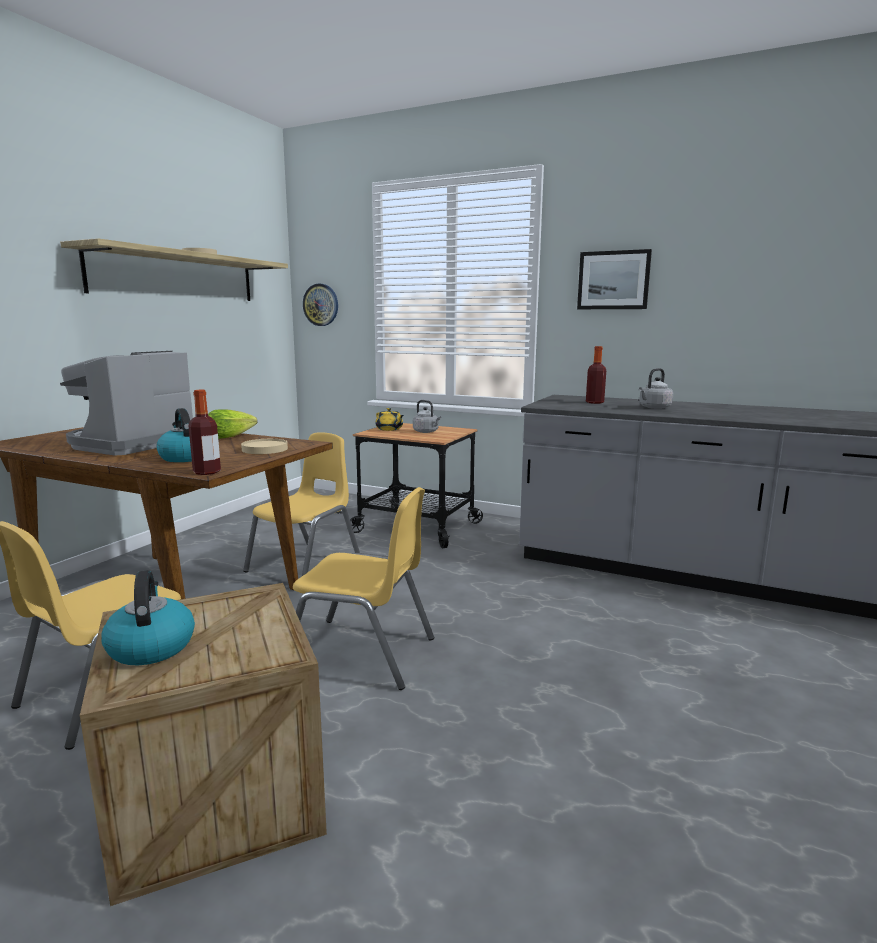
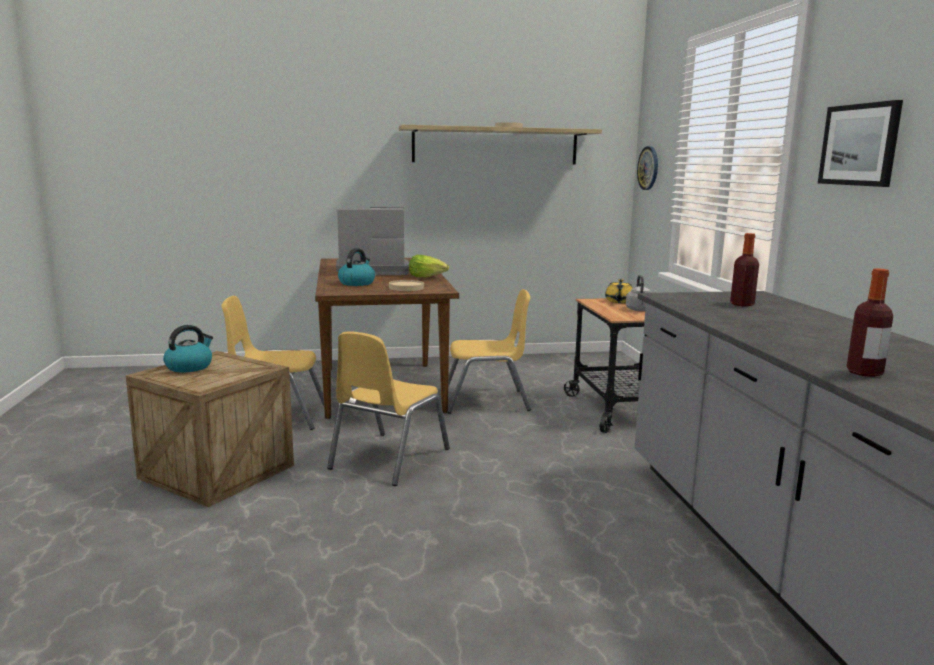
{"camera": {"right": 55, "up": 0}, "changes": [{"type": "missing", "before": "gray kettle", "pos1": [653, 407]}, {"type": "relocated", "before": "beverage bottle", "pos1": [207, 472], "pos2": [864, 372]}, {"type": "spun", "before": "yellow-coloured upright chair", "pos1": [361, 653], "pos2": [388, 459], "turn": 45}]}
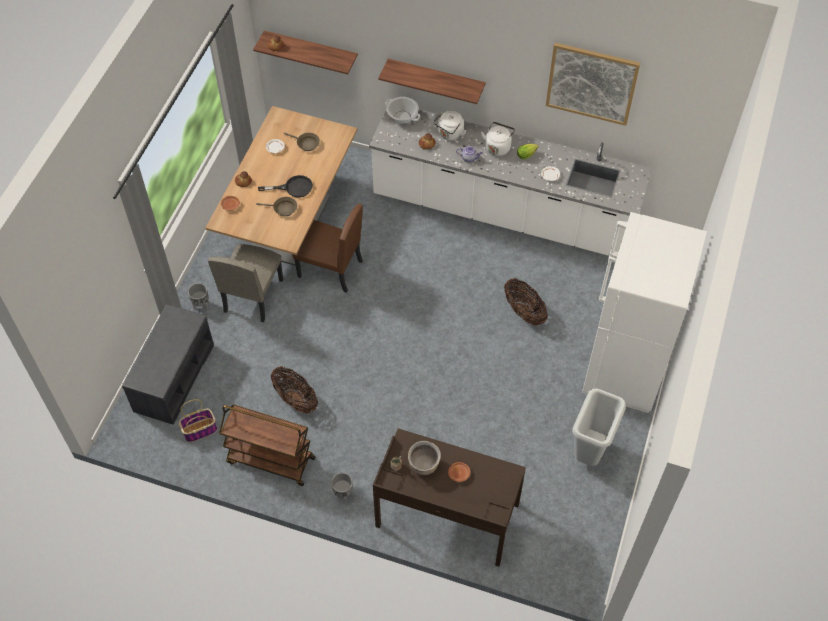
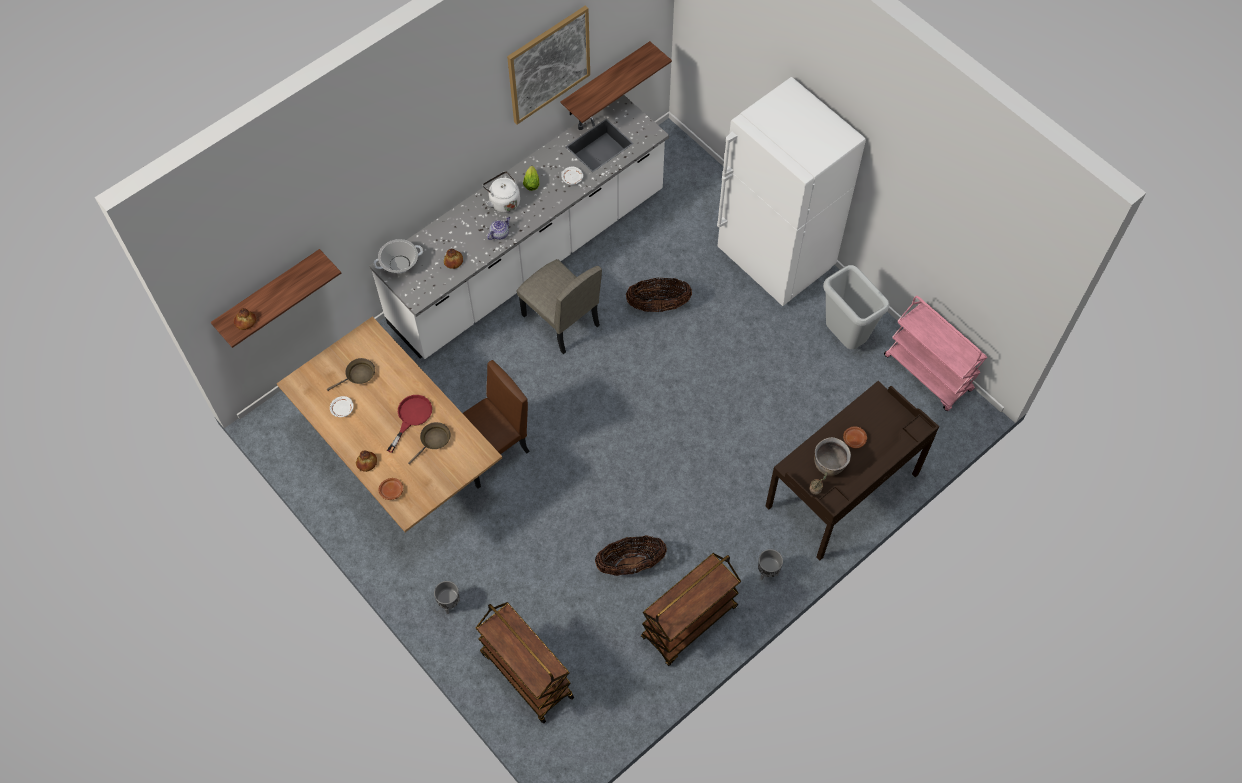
{"camera": {"right": -60, "up": 5}, "changes": [{"type": "relocated", "before": "shelf", "pos1": [436, 79], "pos2": [605, 80]}, {"type": "missing", "before": "white kettle", "pos1": [449, 134]}, {"type": "colour", "before": "black-coloured pan", "after": "red-coloured pan", "pos1": [293, 188], "pos2": [411, 417]}, {"type": "relocated", "before": "sand-coloured upright chair", "pos1": [253, 295], "pos2": [560, 320]}, {"type": "exchanged", "before": "gray long seat", "after": "brownish trolley", "pos1": [173, 377], "pos2": [526, 674]}, {"type": "missing", "before": "storage basket", "pos1": [200, 430]}, {"type": "appeared", "after": "pinkish trolley", "pos2": [928, 373]}]}
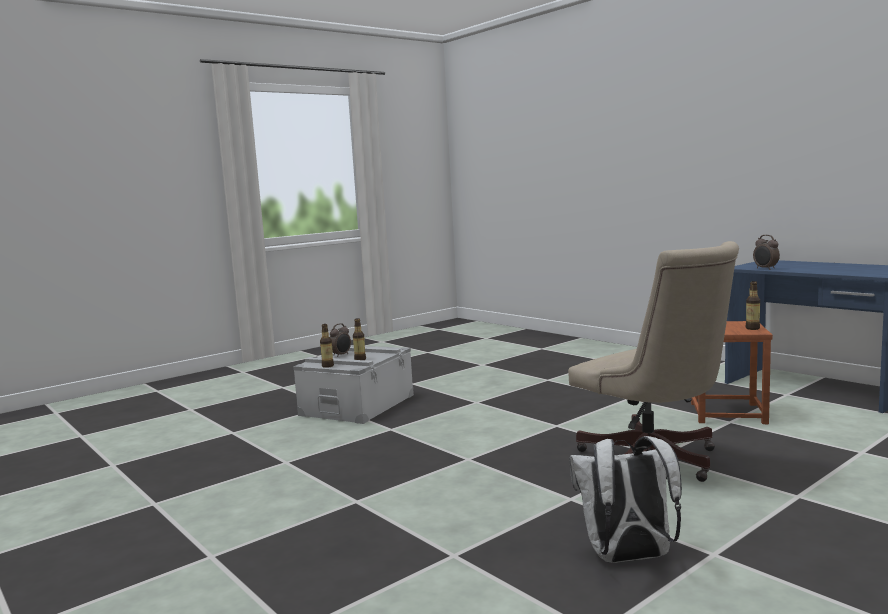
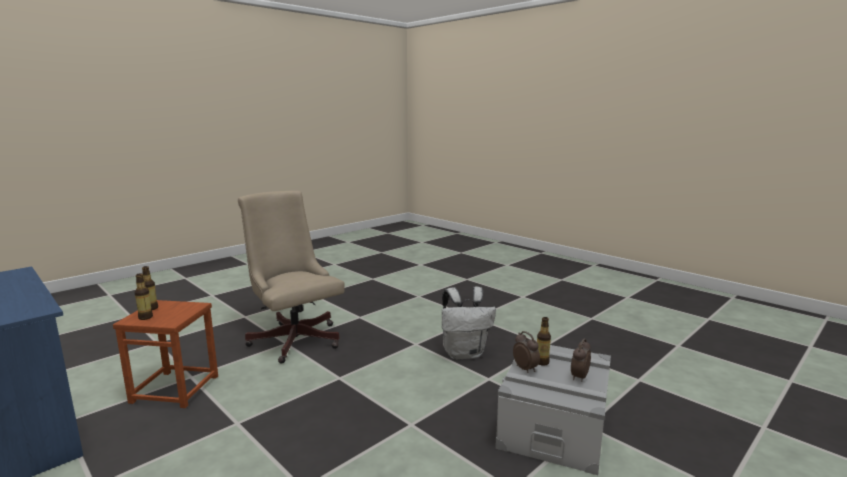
{"camera": {"right": 175, "up": 5}, "changes": [{"type": "relocated", "before": "bedside clock", "pos1": [765, 269], "pos2": [525, 368]}, {"type": "relocated", "before": "beverage bottle", "pos1": [328, 366], "pos2": [145, 317]}, {"type": "relocated", "before": "white knapsack", "pos1": [627, 558], "pos2": [464, 353]}]}
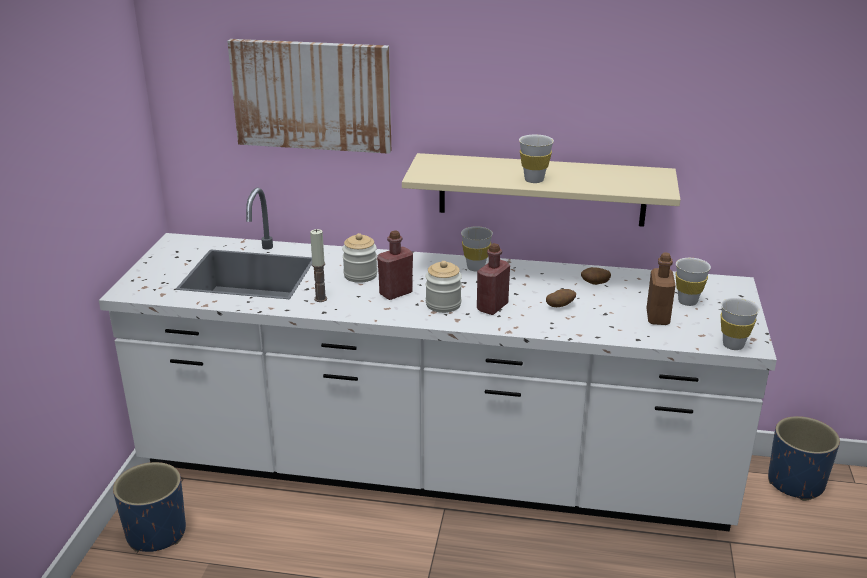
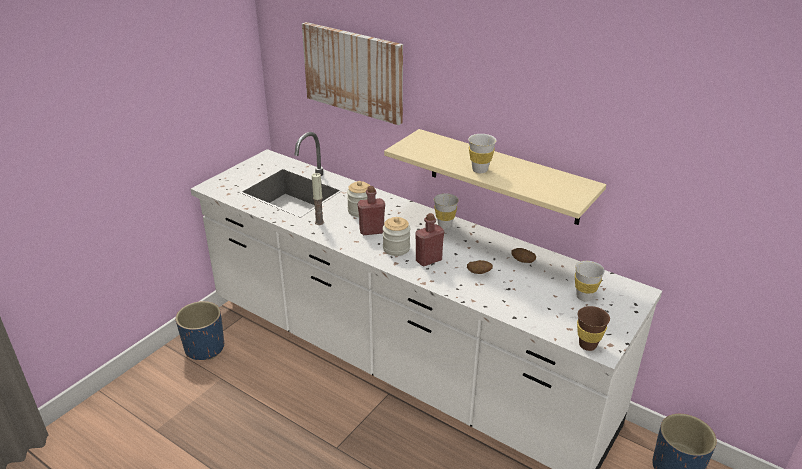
{"camera": {"right": 25, "up": 5}, "changes": [{"type": "missing", "before": "brownish beverage bottle", "pos1": [657, 317]}, {"type": "colour", "before": "white small cup", "after": "brownish small cup", "pos1": [733, 345], "pos2": [587, 345]}]}
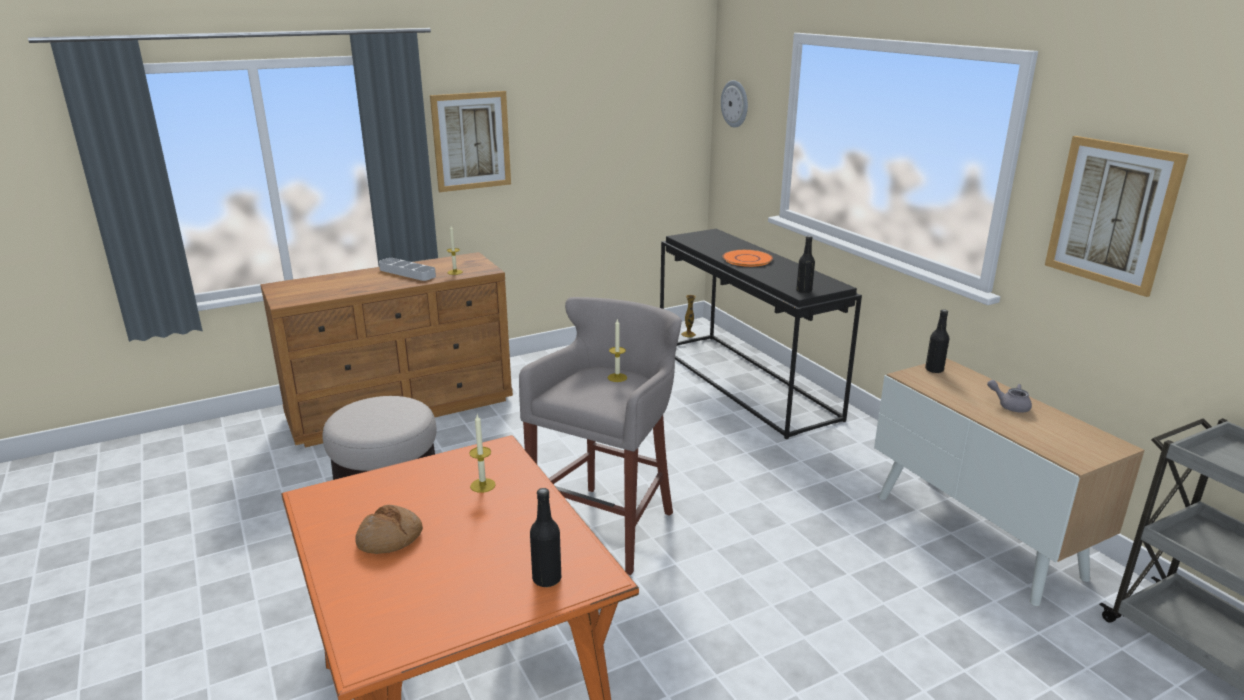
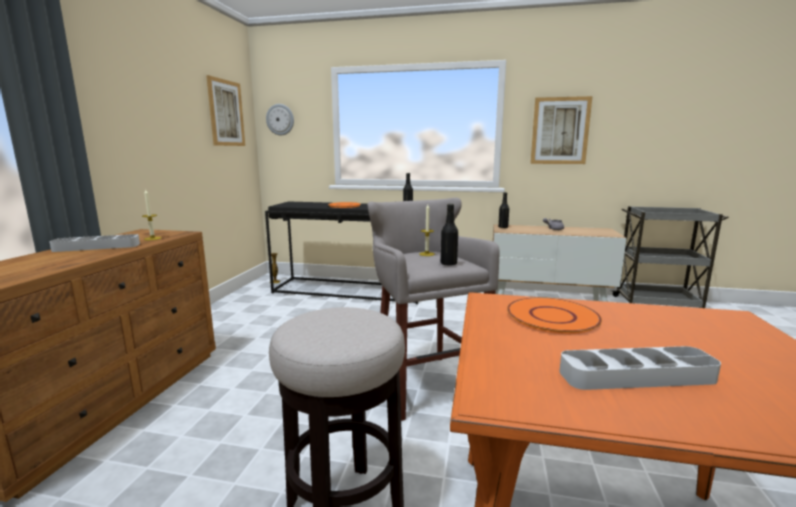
{"camera": {"right": -50, "up": -10}, "changes": [{"type": "relocated", "before": "picture", "pos1": [471, 141], "pos2": [226, 113]}, {"type": "exchanged", "before": "candle", "after": "orange flat dish", "pos1": [482, 485], "pos2": [552, 317]}, {"type": "relocated", "before": "black-coloured beverage bottle", "pos1": [547, 579], "pos2": [448, 264]}, {"type": "exchanged", "before": "baked bread", "after": "gray serving tray", "pos1": [390, 539], "pos2": [636, 375]}]}
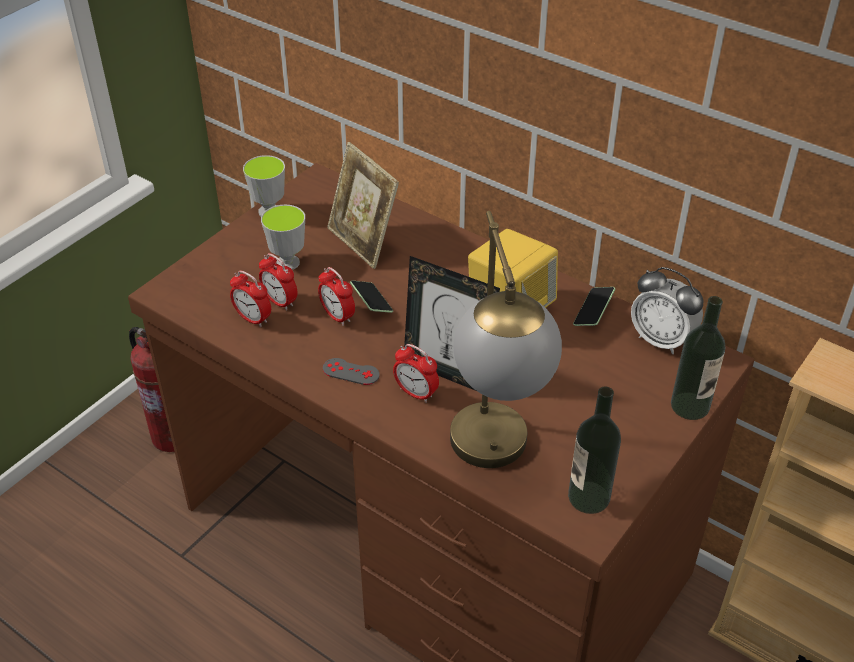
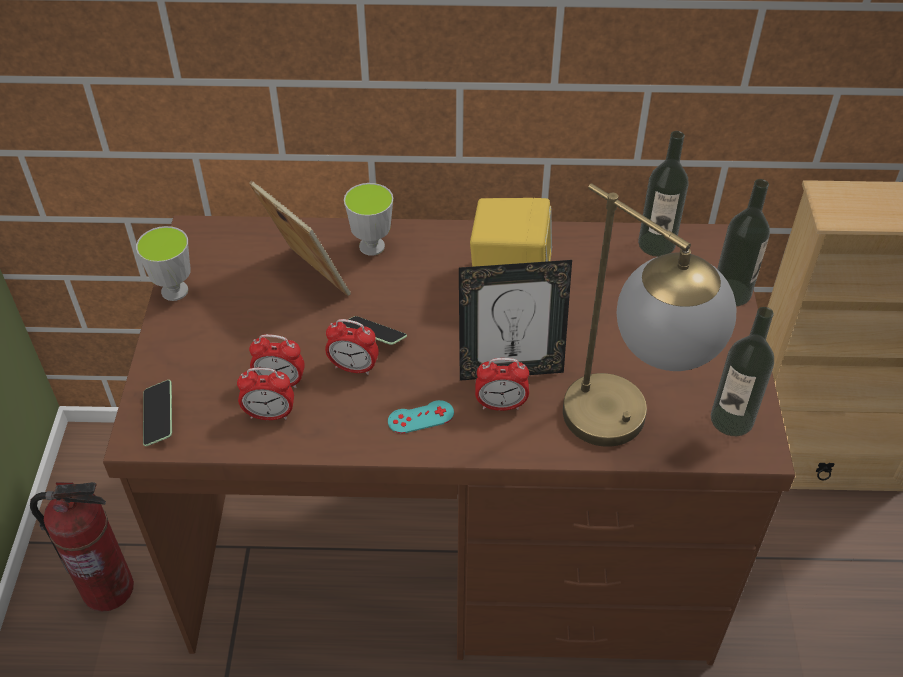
{"camera": {"right": -35, "up": 5}, "changes": [{"type": "spun", "before": "standing frame", "pos1": [363, 242], "pos2": [306, 278], "turn": -150}, {"type": "relocated", "before": "small cup", "pos1": [288, 263], "pos2": [372, 246]}, {"type": "exchanged", "before": "bedside clock", "after": "beverage bottle", "pos1": [661, 340], "pos2": [656, 244]}, {"type": "relocated", "before": "handset", "pos1": [593, 312], "pos2": [159, 419]}, {"type": "colour", "before": "gray game controller", "after": "turquoise game controller", "pos1": [351, 372], "pos2": [421, 417]}]}
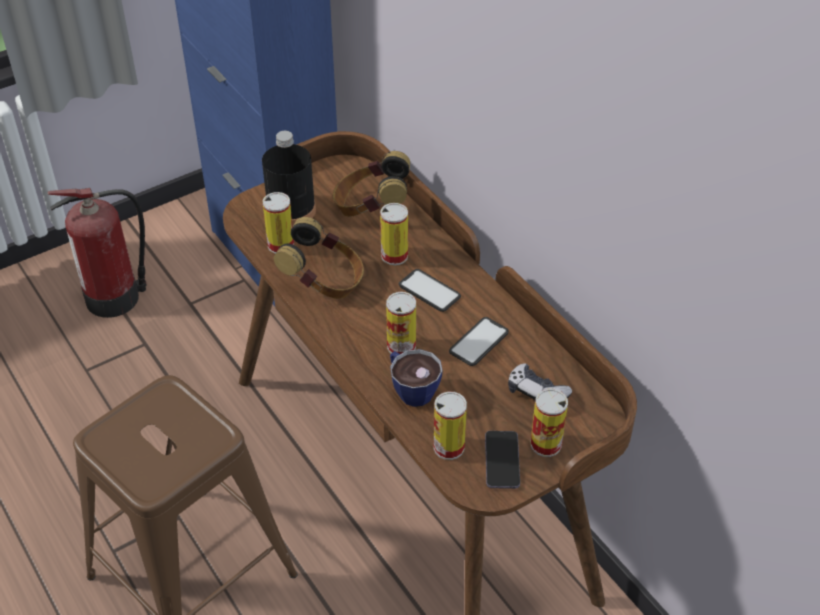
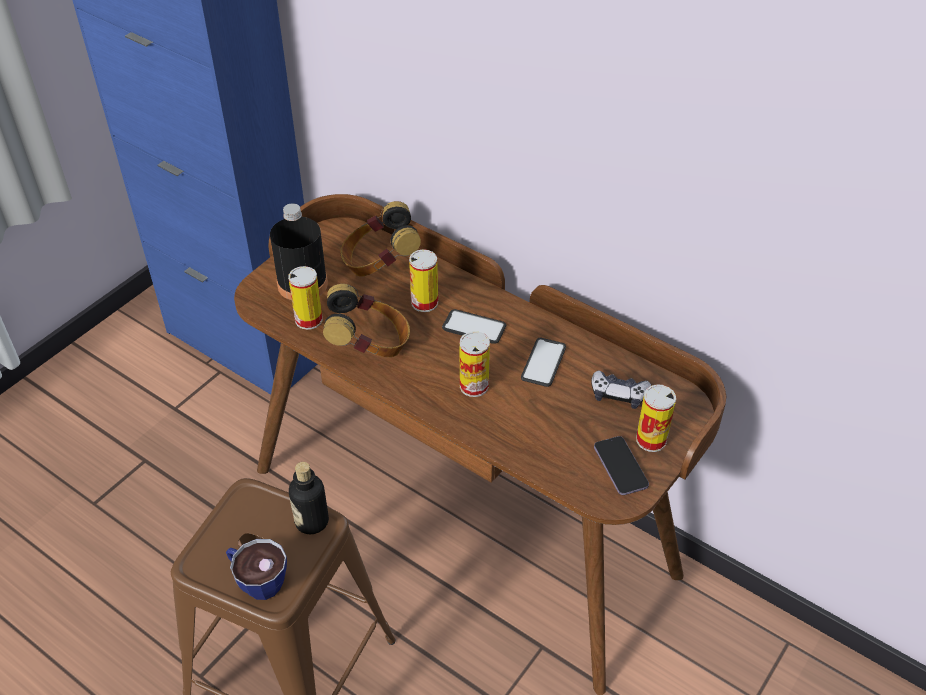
{"camera": {"right": -20, "up": 0}, "changes": [{"type": "missing", "before": "fire-fighting cylinder", "pos1": [116, 297]}, {"type": "relocated", "before": "small cup", "pos1": [411, 389], "pos2": [257, 580]}, {"type": "missing", "before": "sealed can", "pos1": [449, 447]}, {"type": "appeared", "after": "beverage bottle", "pos2": [312, 521]}]}
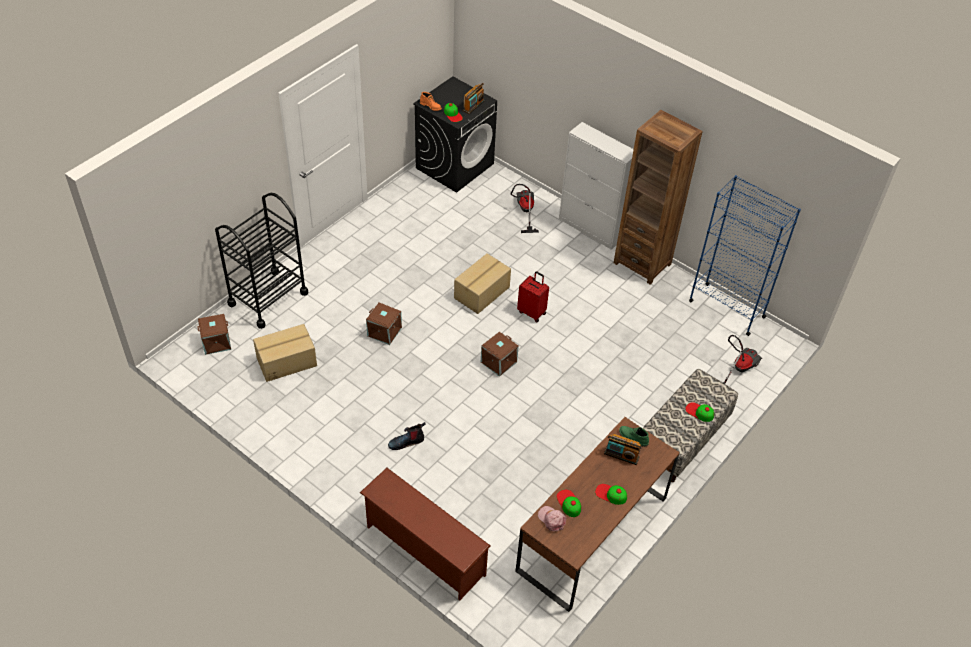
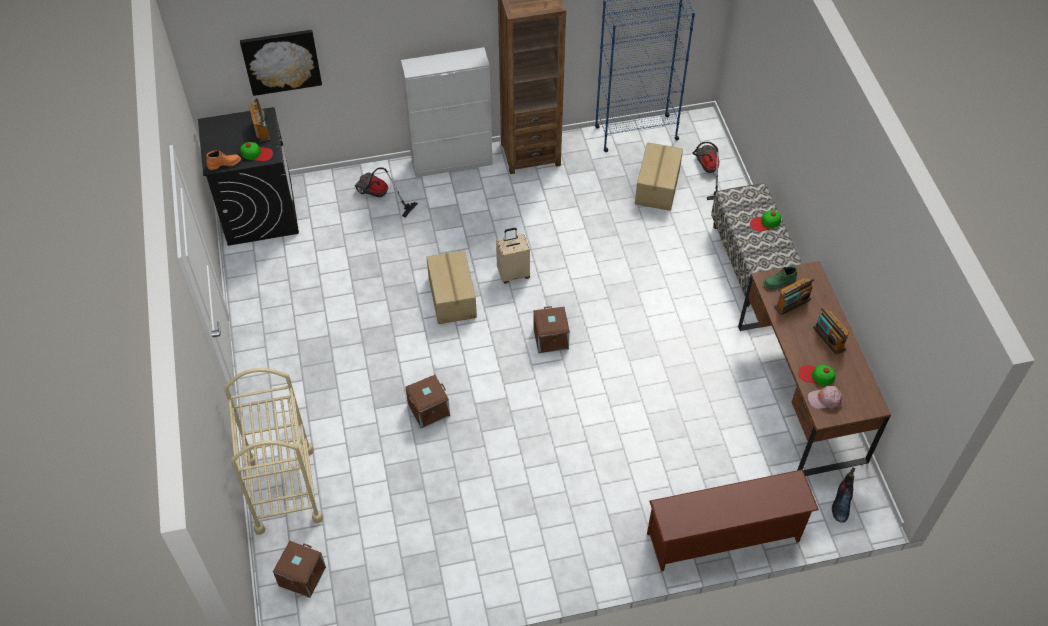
{"camera": {"right": -50, "up": 5}, "changes": [{"type": "colour", "before": "black-coloured trolley", "after": "sand-coloured trolley", "pos1": [268, 298], "pos2": [284, 489]}, {"type": "colour", "before": "red-coloured travel case", "after": "sand-coloured travel case", "pos1": [532, 312], "pos2": [513, 273]}, {"type": "relocated", "before": "cardboard box", "pos1": [286, 361], "pos2": [656, 187]}, {"type": "relocated", "before": "high-top boot", "pos1": [406, 442], "pos2": [842, 502]}, {"type": "exchanged", "before": "peaked cap", "after": "radio set", "pos1": [611, 494], "pos2": [829, 338]}, {"type": "appeared", "after": "picture", "pos2": [281, 61]}]}
